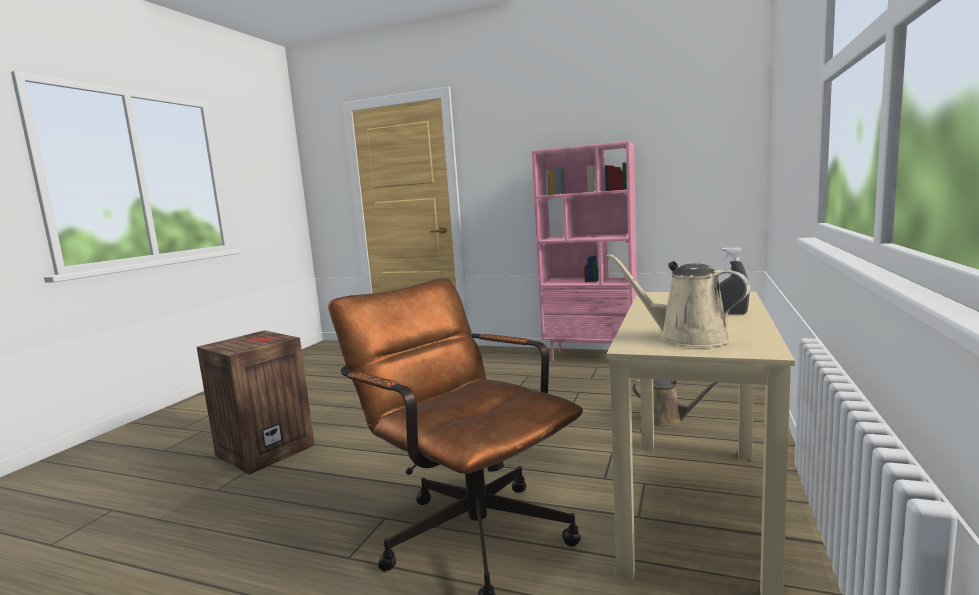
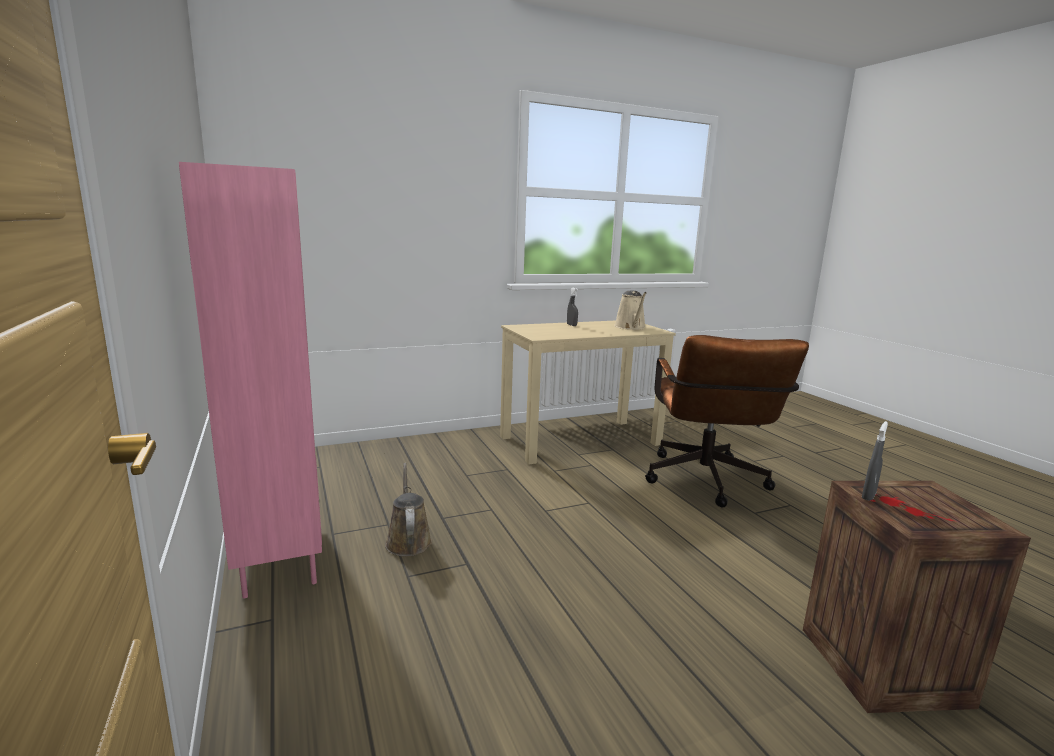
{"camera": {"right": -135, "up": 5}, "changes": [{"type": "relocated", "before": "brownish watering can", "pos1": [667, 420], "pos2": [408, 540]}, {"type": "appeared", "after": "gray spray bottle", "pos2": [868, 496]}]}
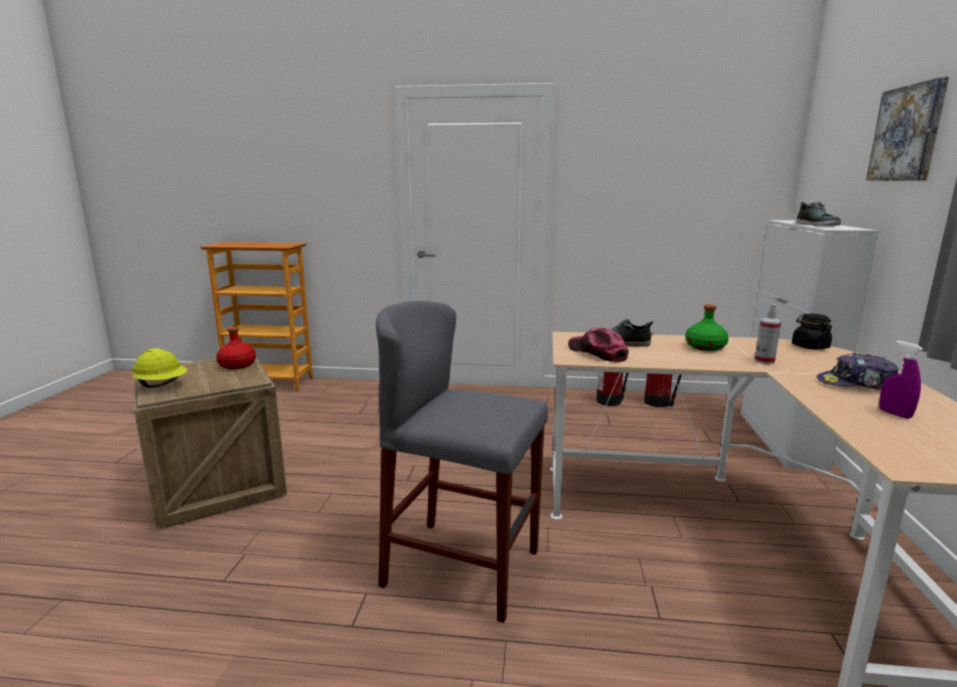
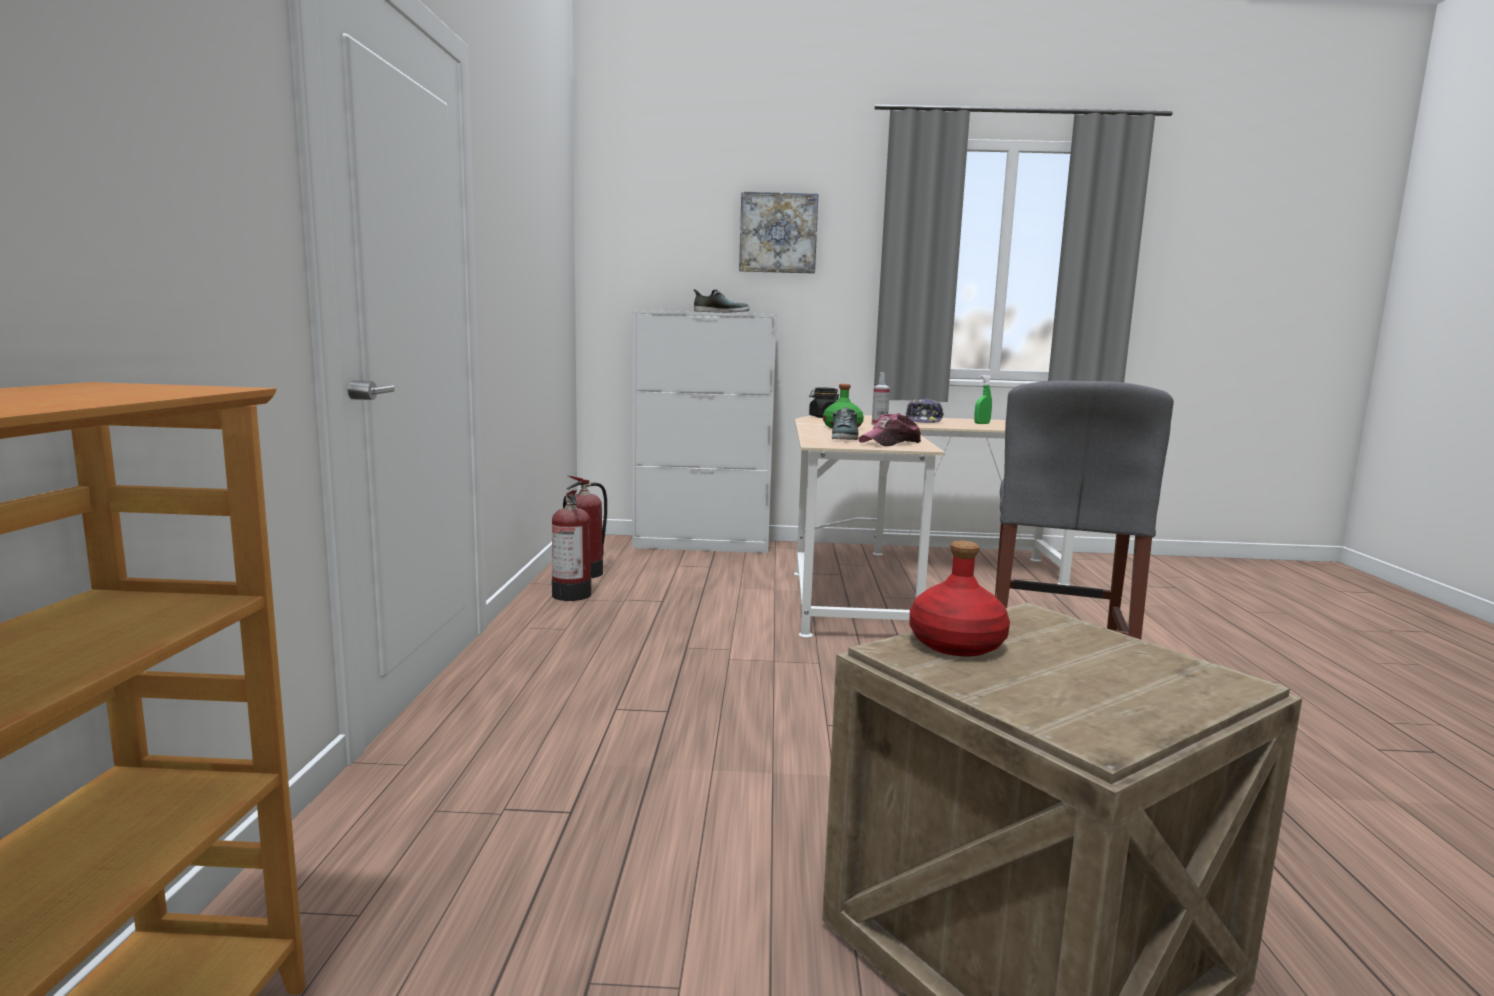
{"camera": {"right": -95, "up": -5}, "changes": [{"type": "colour", "before": "purple-coloured spray bottle", "after": "green-coloured spray bottle", "pos1": [895, 414], "pos2": [982, 423]}, {"type": "missing", "before": "yellow-coloured hard hat", "pos1": [162, 385]}]}
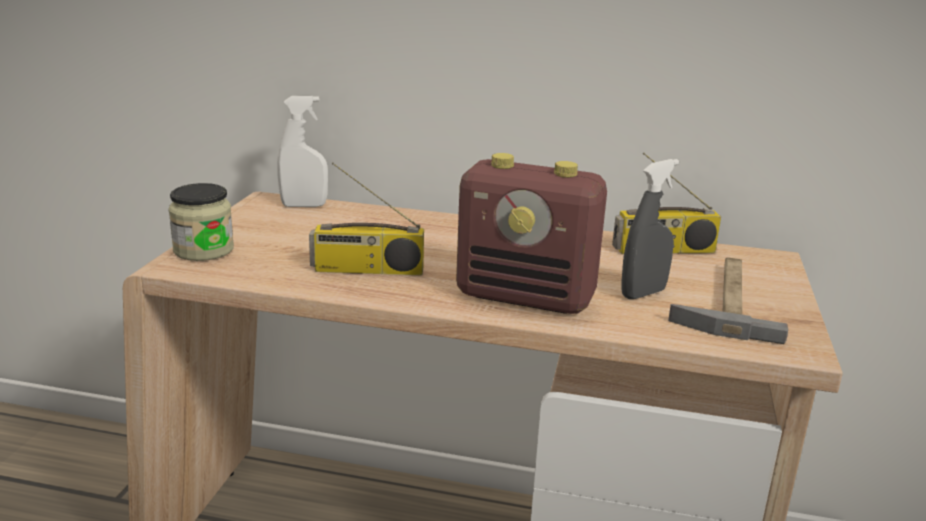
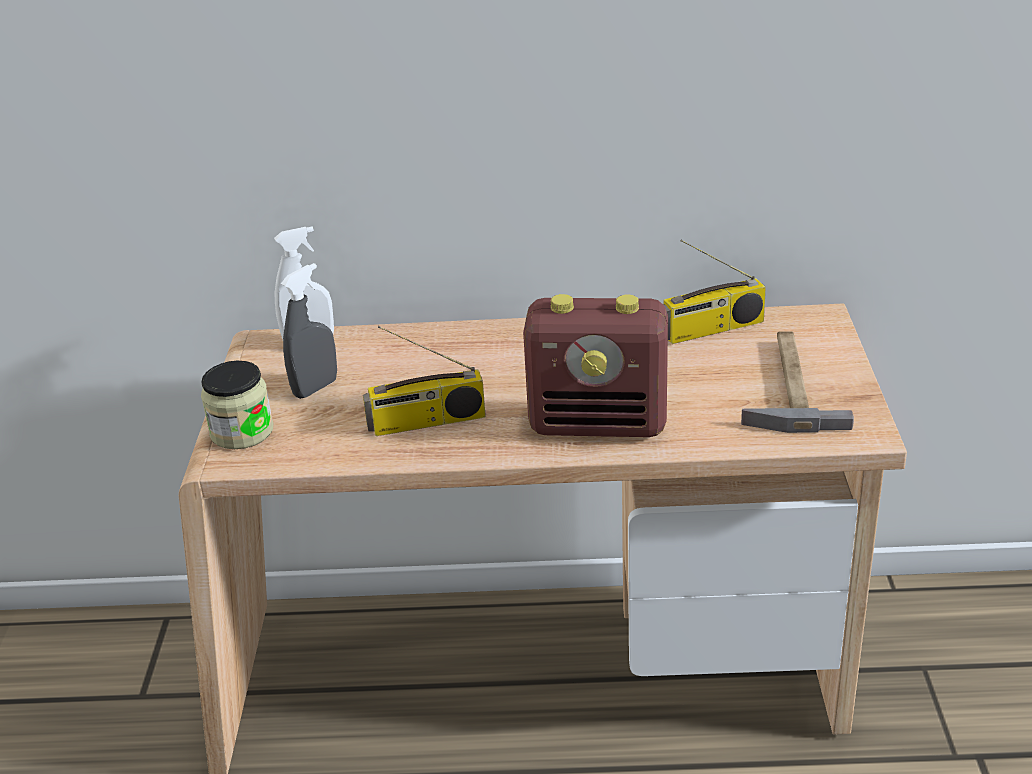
{"camera": {"right": -10, "up": 10}, "changes": [{"type": "relocated", "before": "gray spray bottle", "pos1": [643, 293], "pos2": [315, 388]}]}
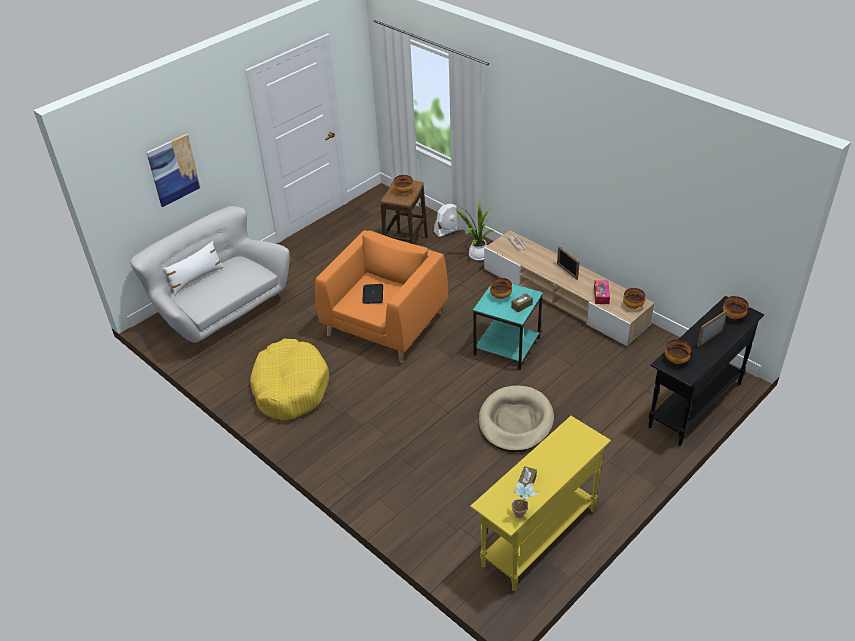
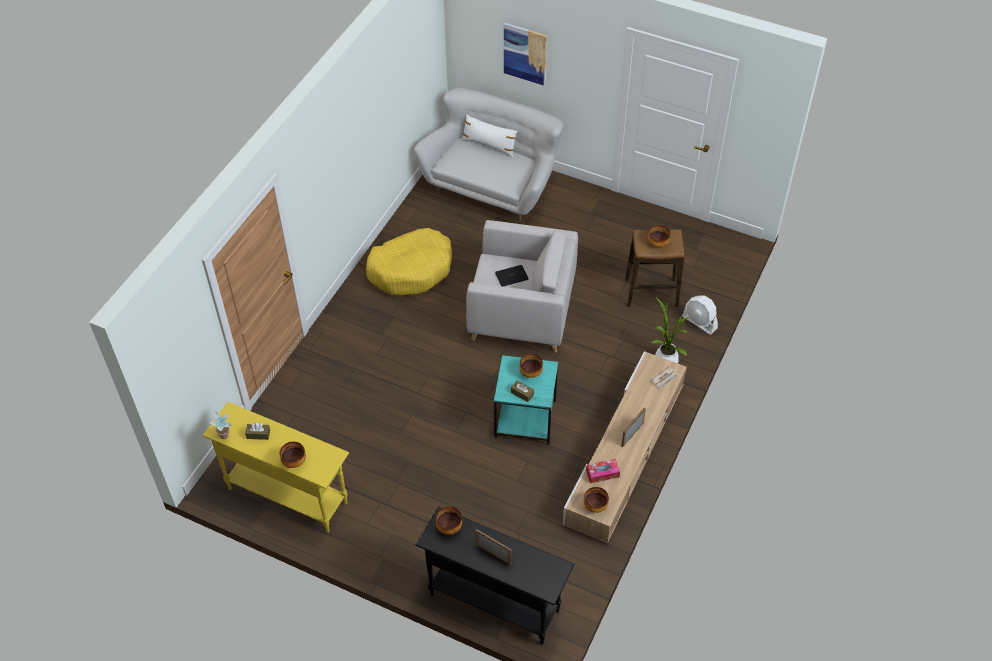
{"camera": {"right": 70, "up": 10}, "changes": [{"type": "colour", "before": "orange lounge chair", "after": "gray lounge chair", "pos1": [385, 323], "pos2": [522, 311]}, {"type": "relocated", "before": "serving bowl", "pos1": [733, 316], "pos2": [294, 462]}, {"type": "missing", "before": "sand-coloured dog bed", "pos1": [515, 421]}]}
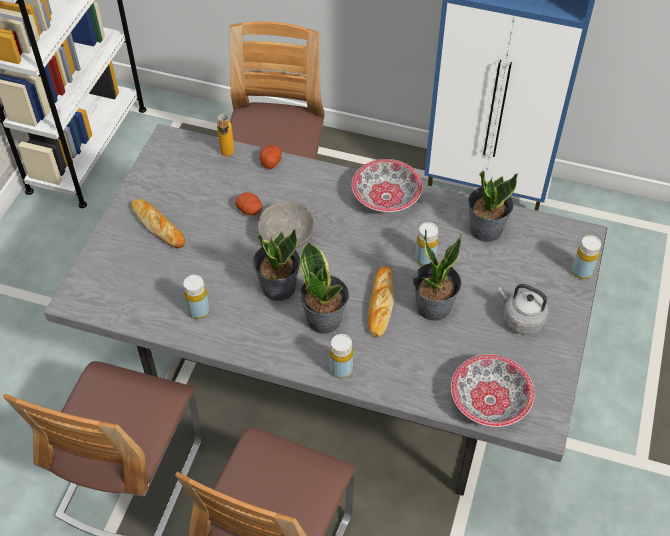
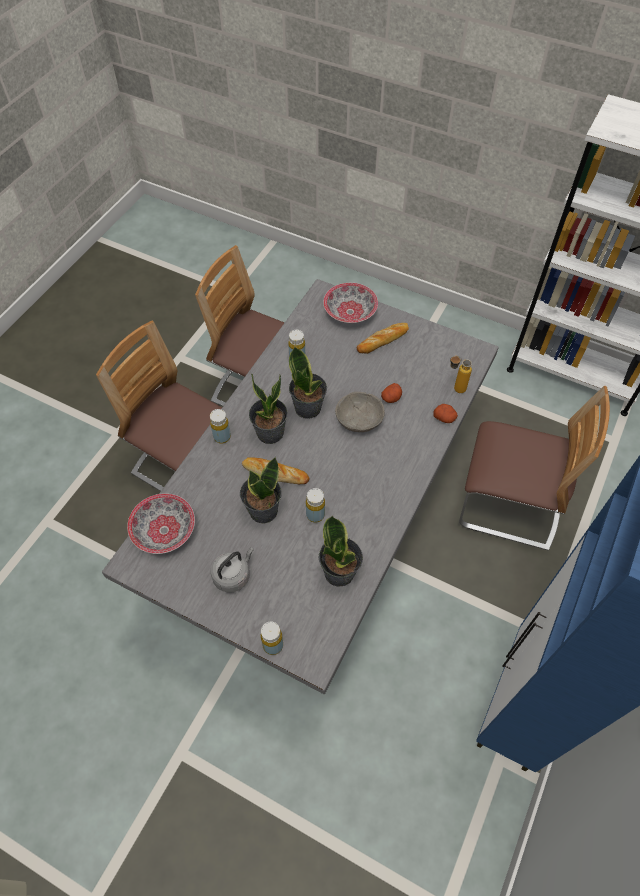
{"camera": {"right": 100, "up": 5}, "changes": [{"type": "relocated", "before": "serving bowl", "pos1": [386, 197], "pos2": [350, 312]}]}
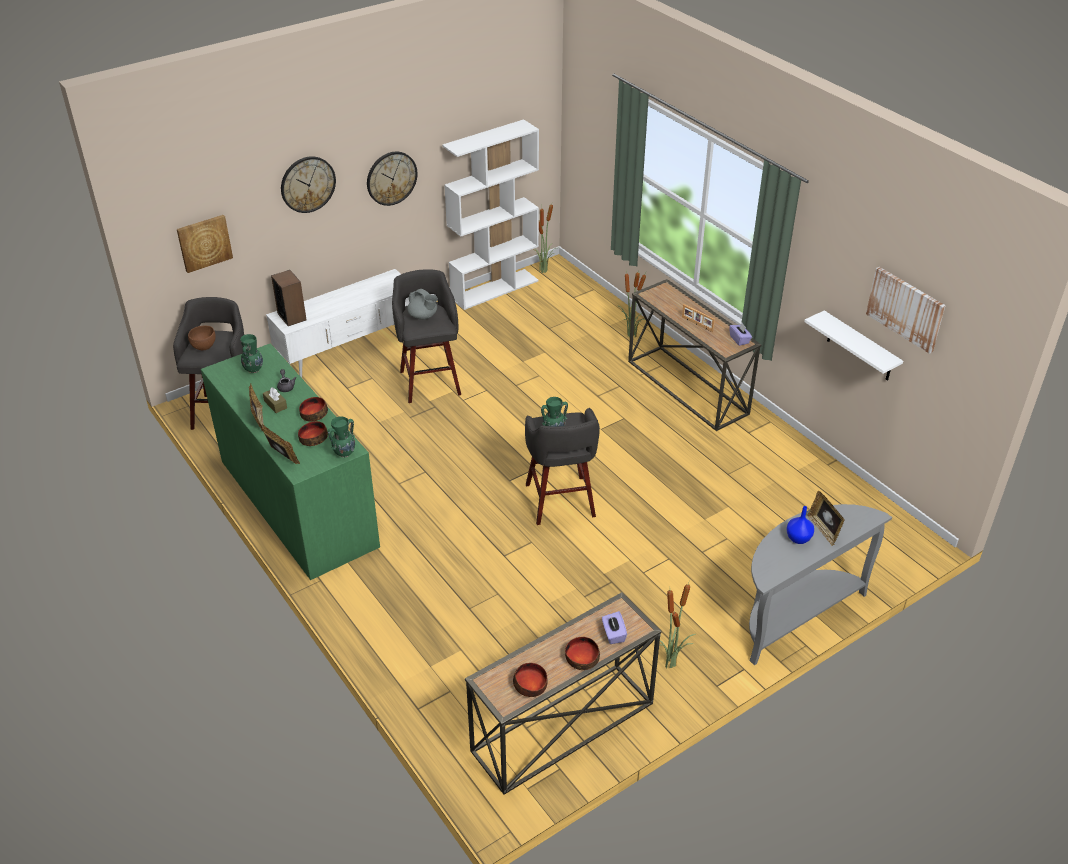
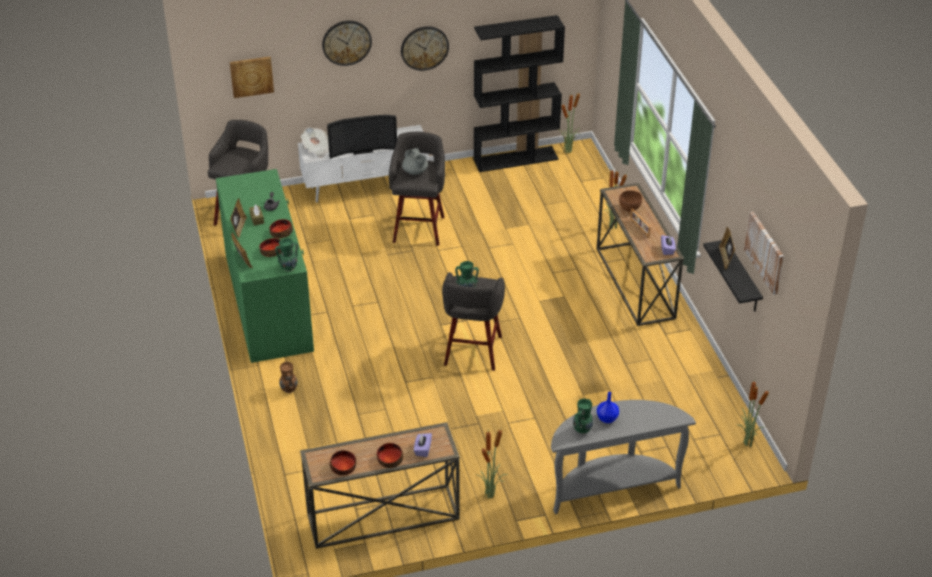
{"camera": {"right": 20, "up": 0}, "changes": [{"type": "colour", "before": "white bookshelf", "after": "black-coloured bookshelf", "pos1": [495, 289], "pos2": [516, 159]}, {"type": "exchanged", "before": "loudspeaker", "after": "newspaper", "pos1": [292, 316], "pos2": [317, 149]}, {"type": "colour", "before": "white shelf", "after": "black-coloured shelf", "pos1": [860, 347], "pos2": [742, 278]}, {"type": "relocated", "before": "brownish serving bowl", "pos1": [204, 347], "pos2": [629, 208]}, {"type": "relocated", "before": "green-coloured vase", "pos1": [254, 369], "pos2": [582, 430]}, {"type": "relocated", "before": "standing frame", "pos1": [823, 530], "pos2": [725, 258]}, {"type": "appeared", "after": "TV", "pos2": [362, 150]}, {"type": "appeared", "after": "brownish vase", "pos2": [289, 390]}, {"type": "appeared", "after": "potted plant", "pos2": [747, 443]}]}
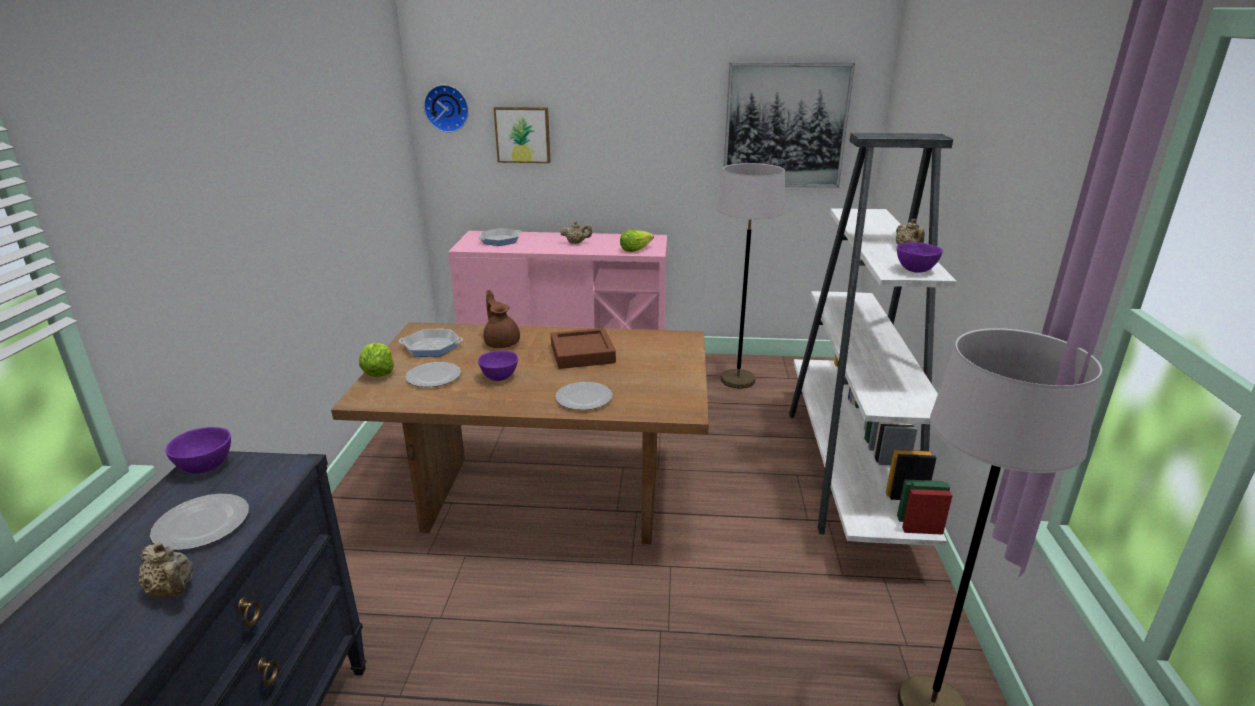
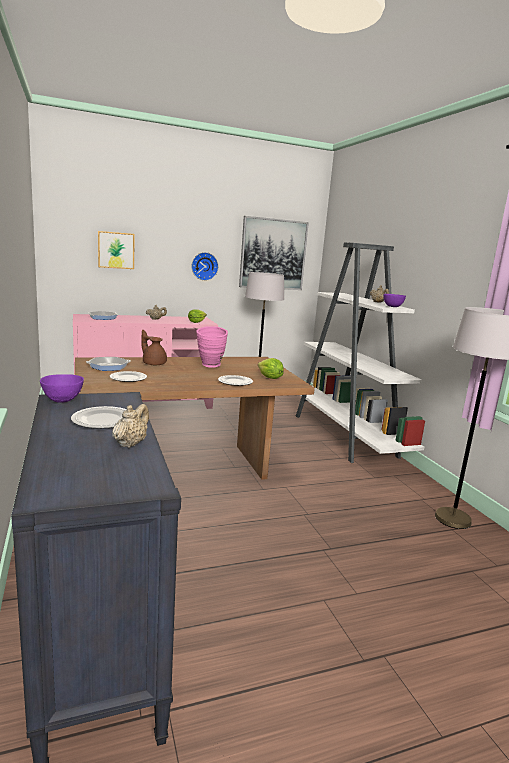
{"camera": {"right": -25, "up": -10}, "changes": [{"type": "relocated", "before": "hanging clock", "pos1": [447, 108], "pos2": [204, 266]}, {"type": "exchanged", "before": "brownish serving tray", "after": "pinkish vase", "pos1": [582, 354], "pos2": [210, 366]}, {"type": "relocated", "before": "lettuce", "pos1": [378, 373], "pos2": [269, 378]}, {"type": "missing", "before": "purple-coloured serving bowl", "pos1": [500, 377]}, {"type": "spun", "before": "sand-coloured pot for tea", "pos1": [173, 591], "pos2": [130, 443], "turn": -90}]}
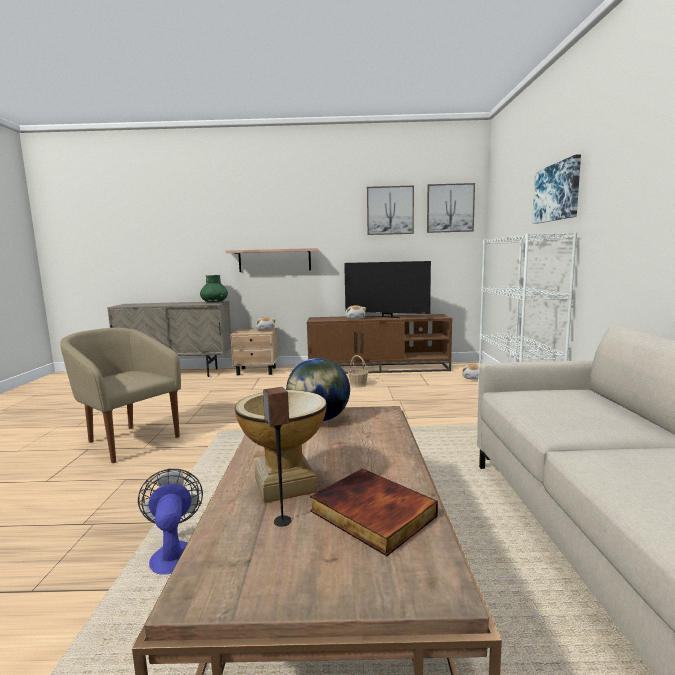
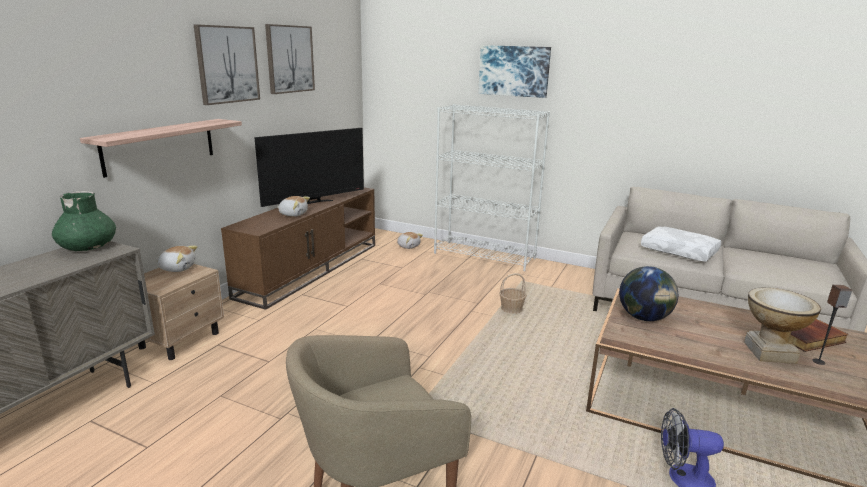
{"camera": {"right": -65, "up": 10}, "changes": [{"type": "relocated", "before": "picture", "pos1": [450, 208], "pos2": [227, 64]}, {"type": "relocated", "before": "storage basket", "pos1": [358, 384], "pos2": [511, 309]}, {"type": "appeared", "after": "white throw pillow", "pos2": [680, 251]}]}
